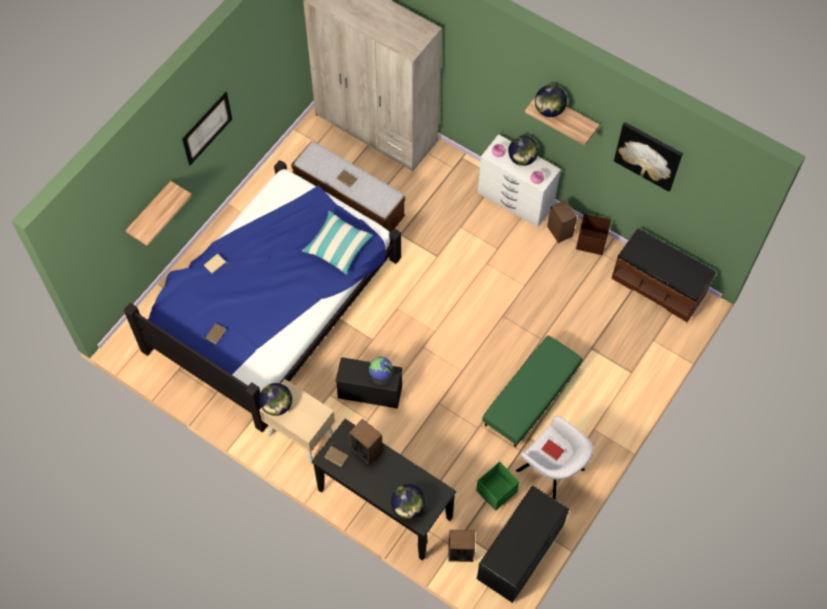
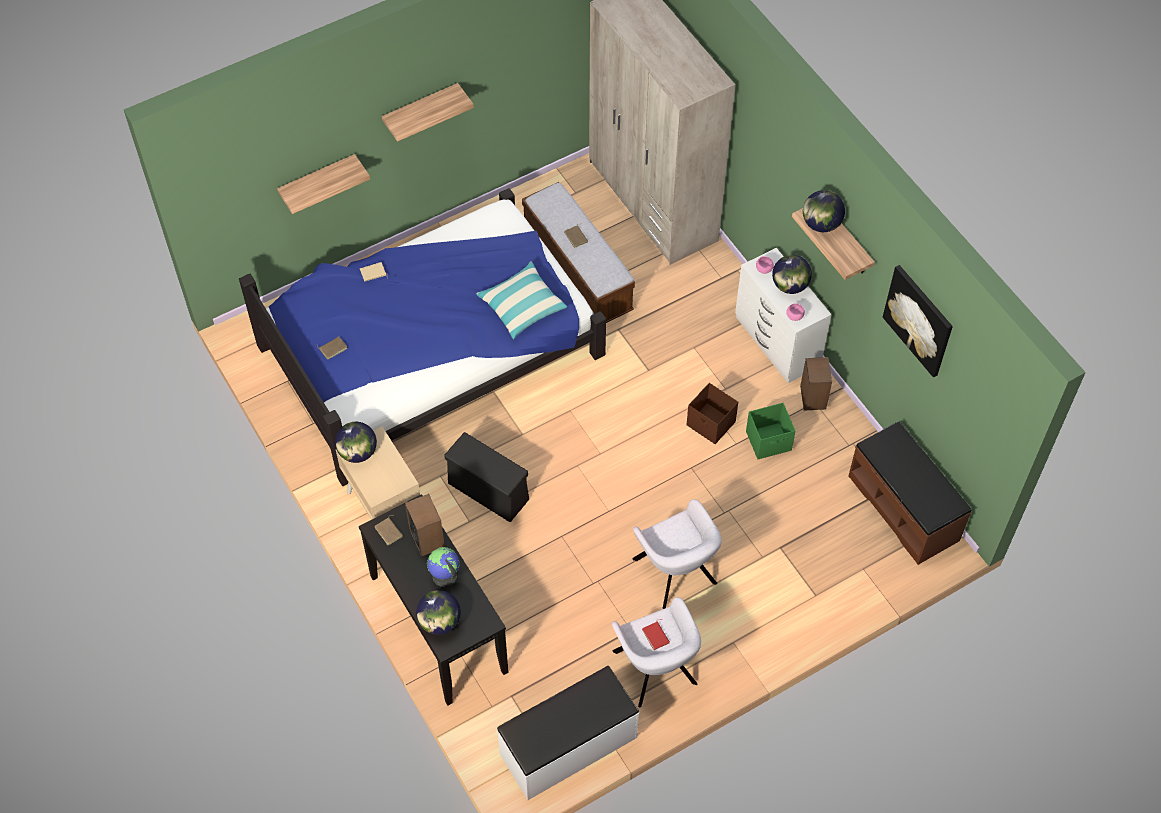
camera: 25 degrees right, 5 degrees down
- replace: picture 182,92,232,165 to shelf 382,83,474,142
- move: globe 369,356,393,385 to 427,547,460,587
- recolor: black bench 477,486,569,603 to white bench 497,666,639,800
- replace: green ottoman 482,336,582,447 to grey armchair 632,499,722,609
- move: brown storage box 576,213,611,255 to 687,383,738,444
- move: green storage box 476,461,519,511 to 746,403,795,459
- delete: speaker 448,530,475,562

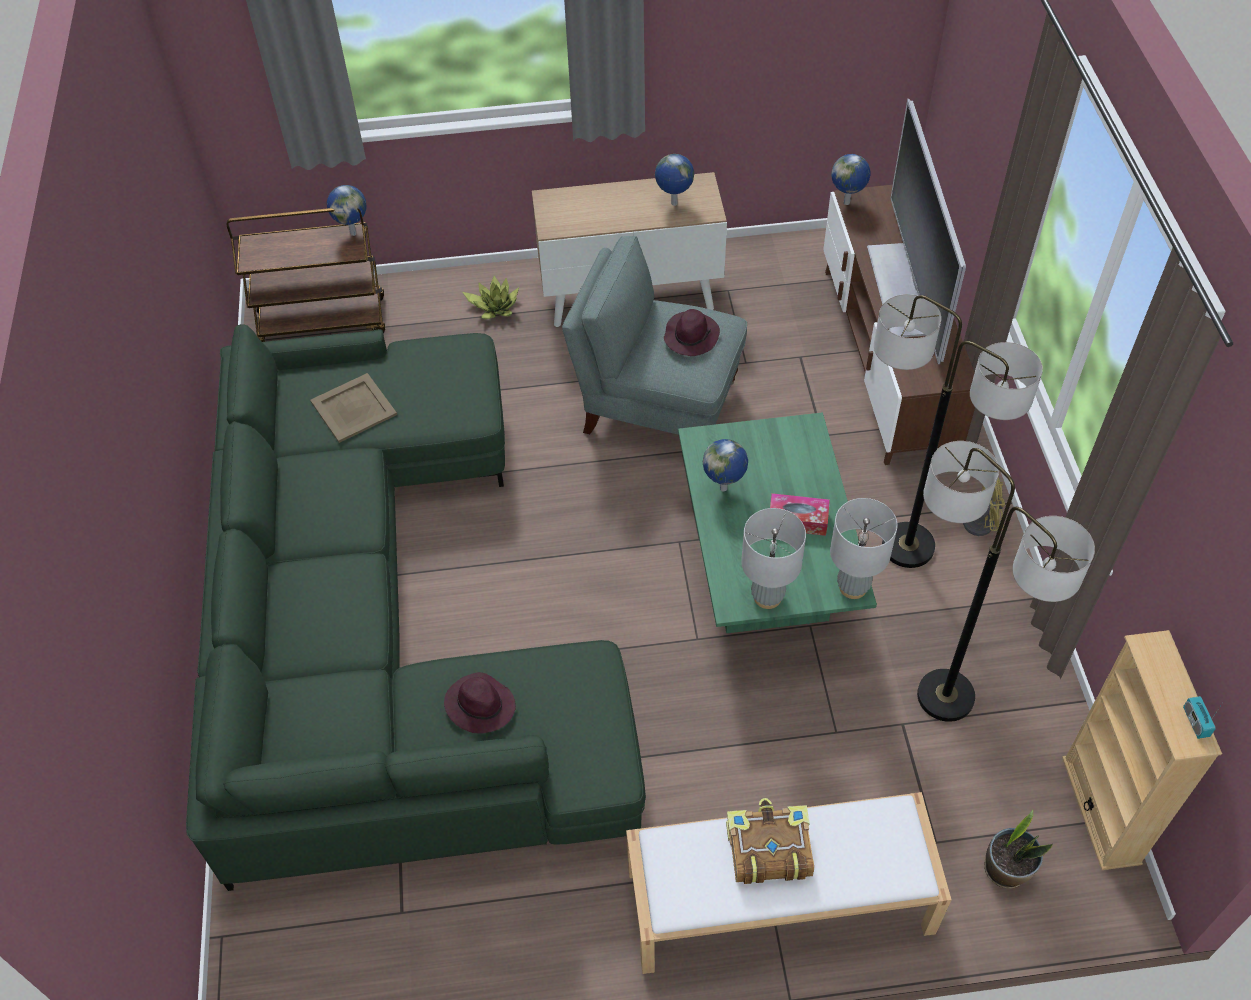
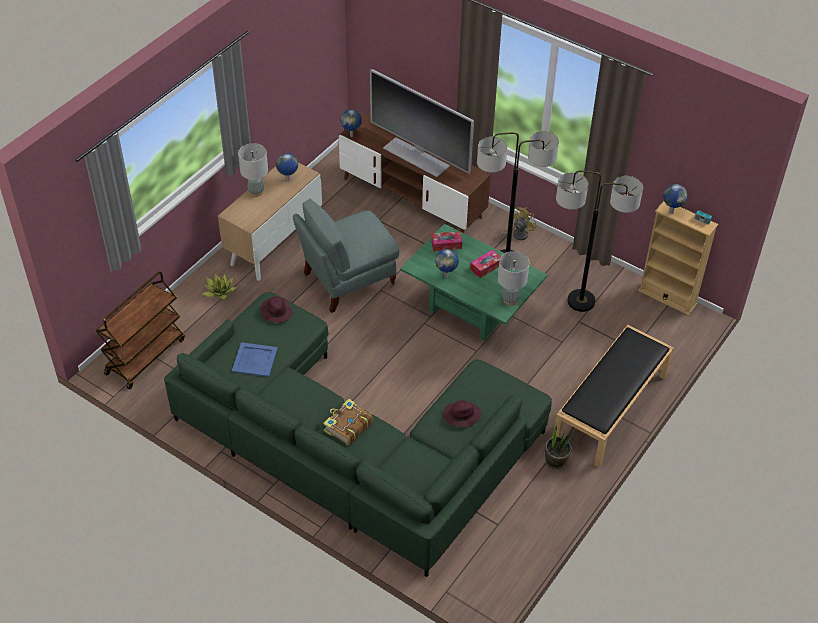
camera: 50 degrees left, 5 degrees down
- recolor: beige tray 310,373,397,443 to blue tray 232,342,278,377
- move: grey table lamp 830,498,898,599 to 238,143,268,197
- move: purple hat 664,309,720,356 to 260,296,292,323
- move: book 726,798,814,884 to 323,399,373,445
- insert: tissue box 431,231,462,251
- move: potted plant 984,810,1053,889 to 545,423,573,469
- recolor: white bench 626,792,952,974 to black bench 555,325,674,467
- move: globe 327,185,367,236 to 663,184,687,214

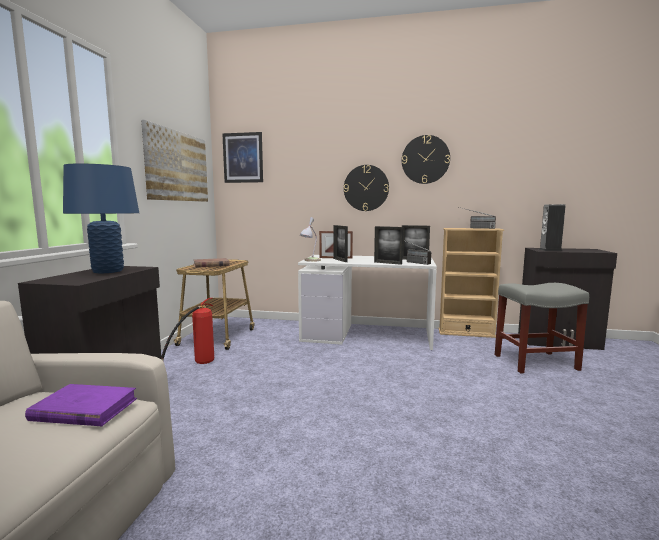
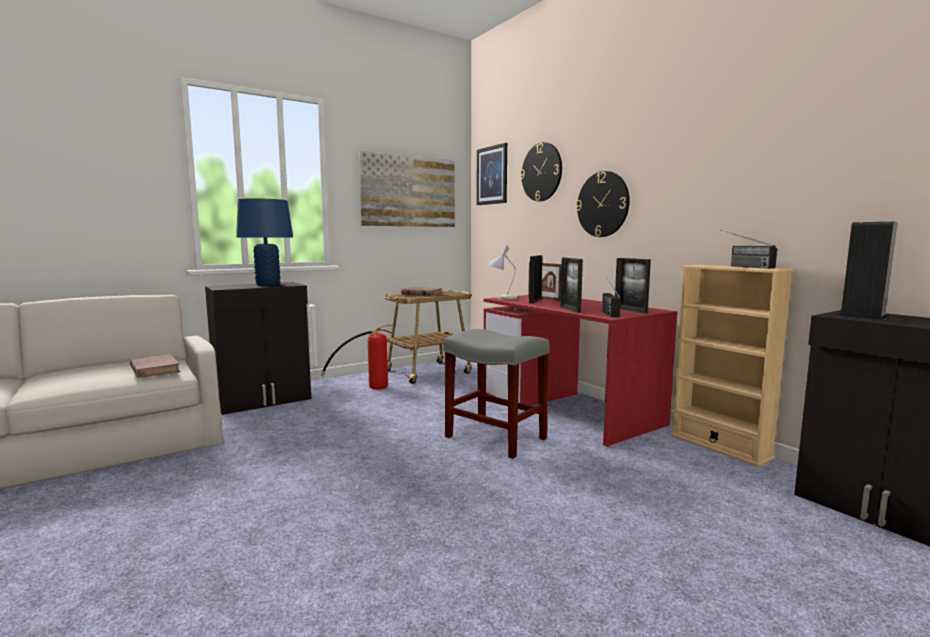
camera: 45 degrees right, 0 degrees up
- recolor: purple book 25,384,137,426 to brown book 130,354,181,378
- move: grey stool 495,283,589,373 to 444,329,550,459
- recolor: white desk 298,255,437,350 to red desk 484,295,677,447
- move: wall clock 402,135,450,184 to 520,142,562,201

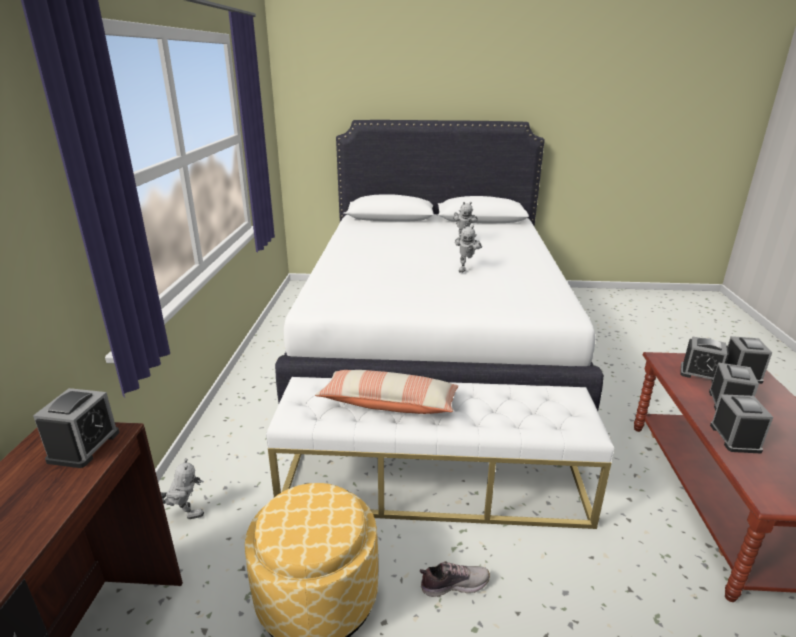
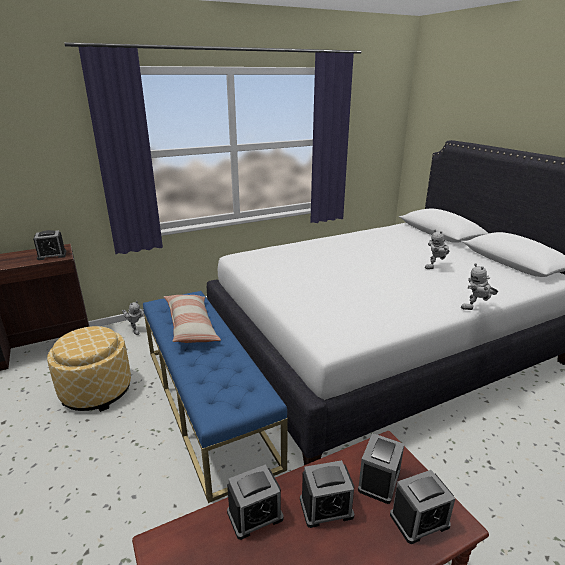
camera: 60 degrees right, 0 degrees up
- recolor: white bench 266,377,614,529 to blue bench 143,291,288,503
- rotate: alarm clock 680,336,729,382 = 358,433,404,504 150 degrees counterclockwise
- move: toy robot 455,225,482,273 to 461,263,498,310
- delete: shoe 420,561,490,597

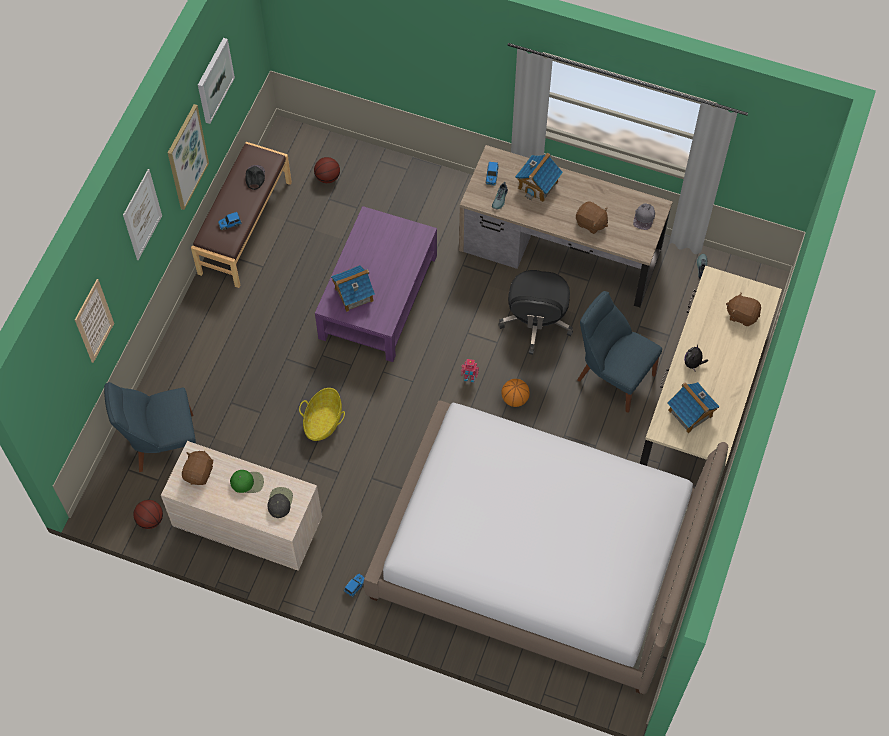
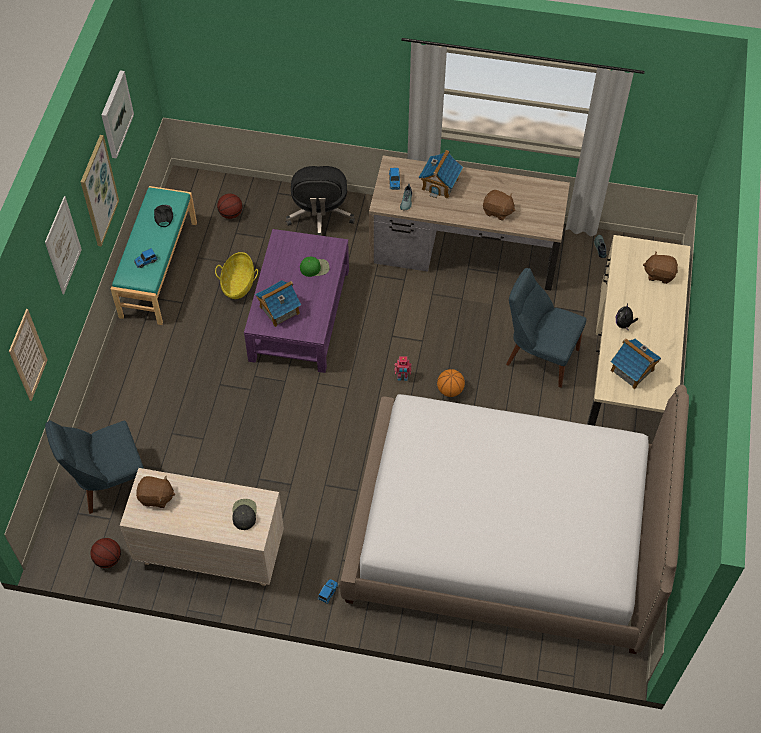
camera: 10 degrees left, 5 degrees down
- recolor: brown bench 191,142,292,288 to turquoise bench 111,186,197,325
- rotate: brown plush toy 182,451,213,485 = 136,475,175,508 90 degrees clockwise
- move: basket 299,388,345,441 to 215,252,258,299
- move: black office chair 498,270,573,355 to 286,166,355,236
- move: green cap 230,470,264,493 to 300,256,330,277
- delete: grey cap 633,203,655,230

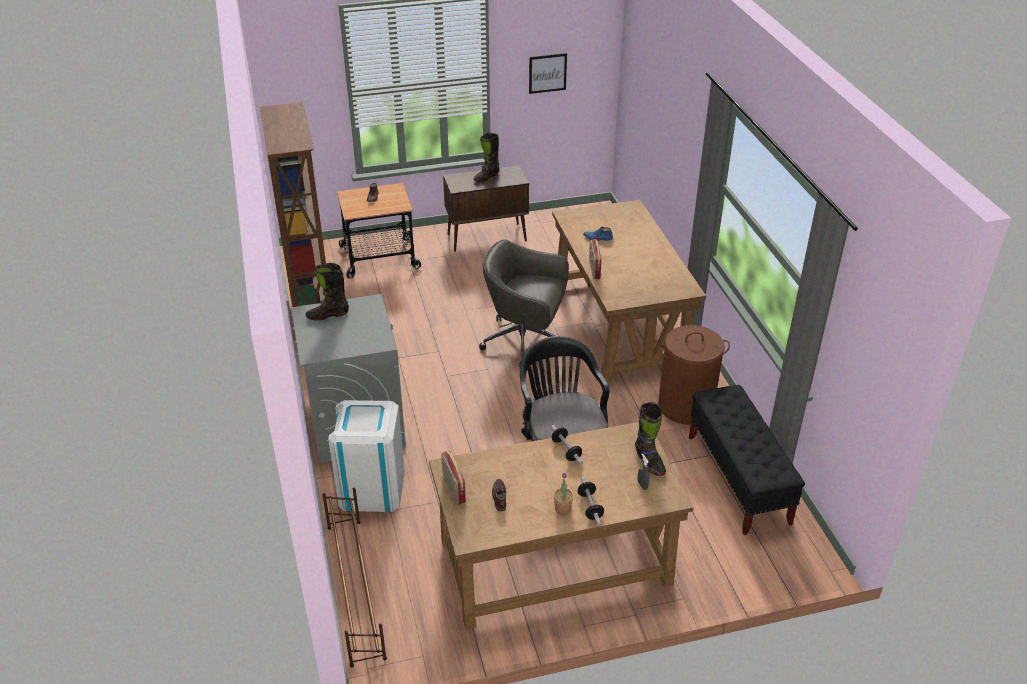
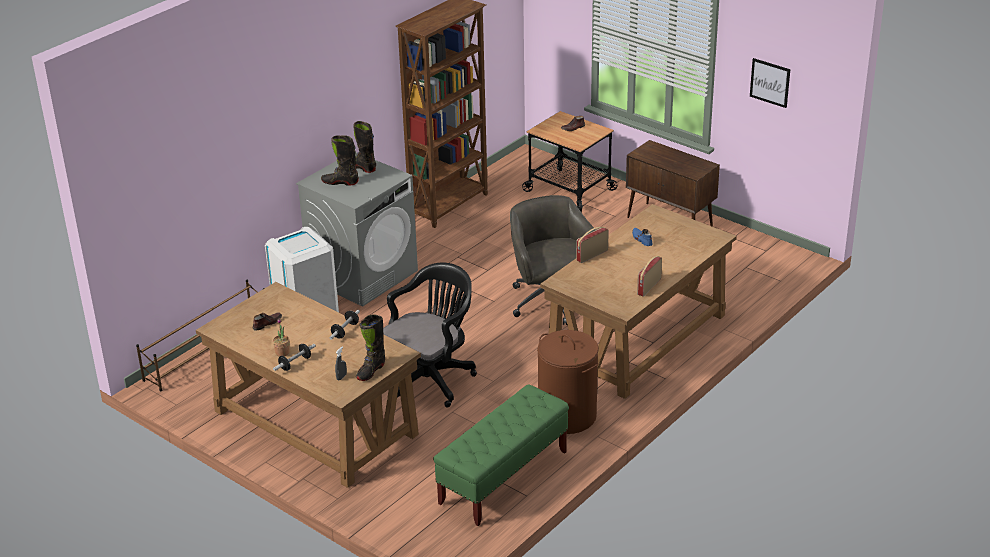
camera: 55 degrees right, 5 degrees down
- move: black boot 473,133,499,183 to 321,135,359,186
- recolor: black bench 689,385,805,535 to green bench 433,384,569,526
- move: radio 441,450,466,504 to 637,256,662,297

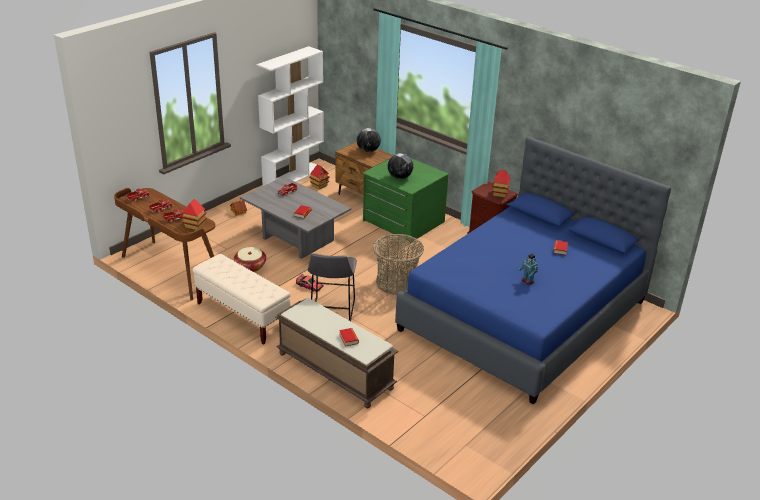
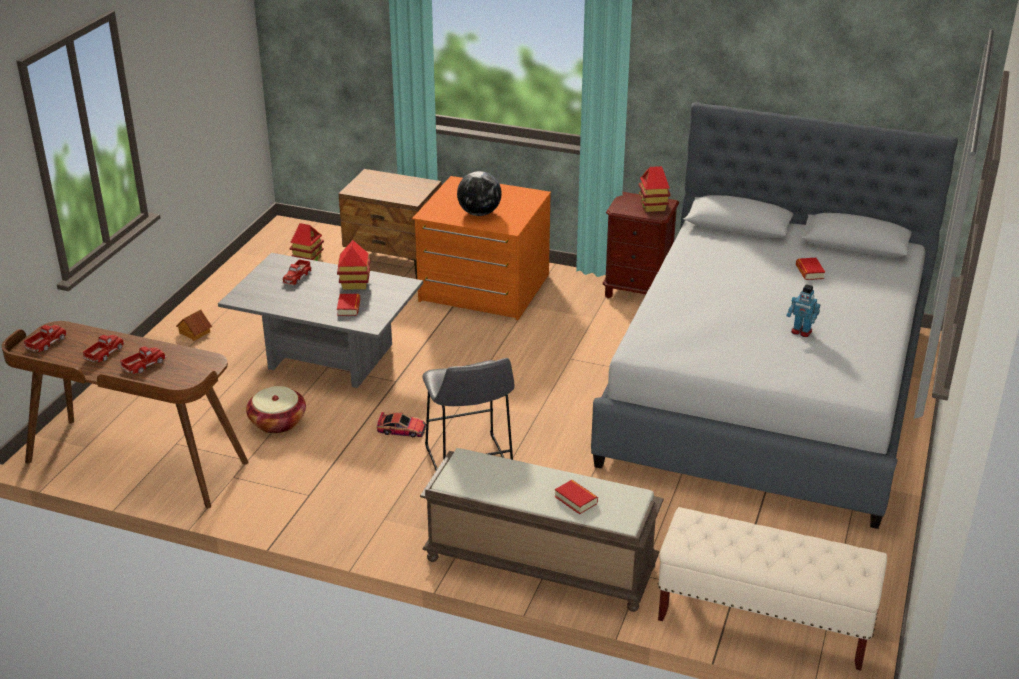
camera: 20 degrees left, 0 degrees up
- move: toy house 181,199,207,230 to 337,240,370,289
- recolor: green dresser 362,159,448,242 to orange dresser 412,176,551,320
- recolor: blue bed 395,137,671,405 to grey bed 591,102,958,529
- move: beige bench 193,254,291,345 to 658,507,887,671
- delete: white bookcase 257,46,324,186
- delete: globe 357,128,381,152
- delete: basket 373,234,424,295

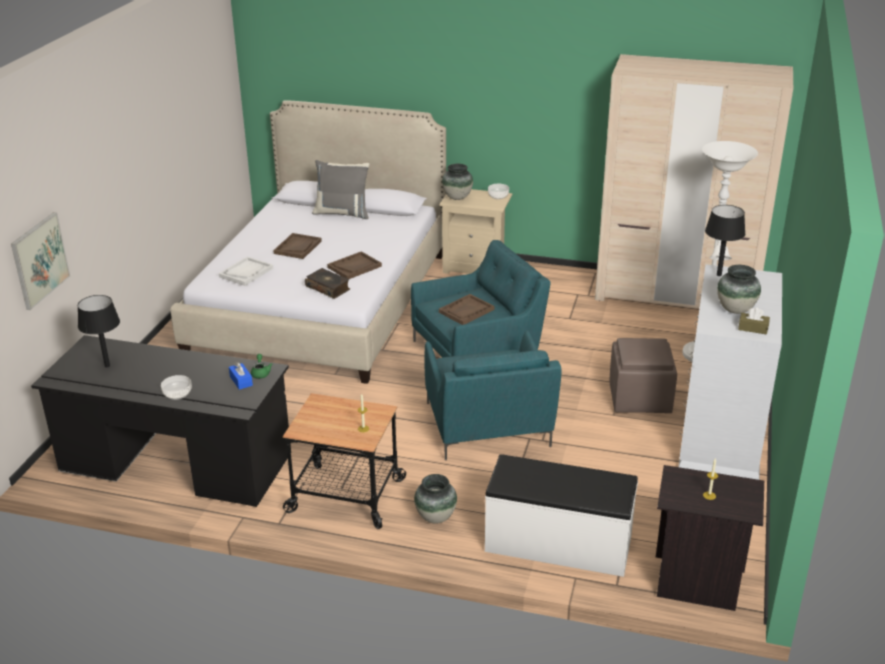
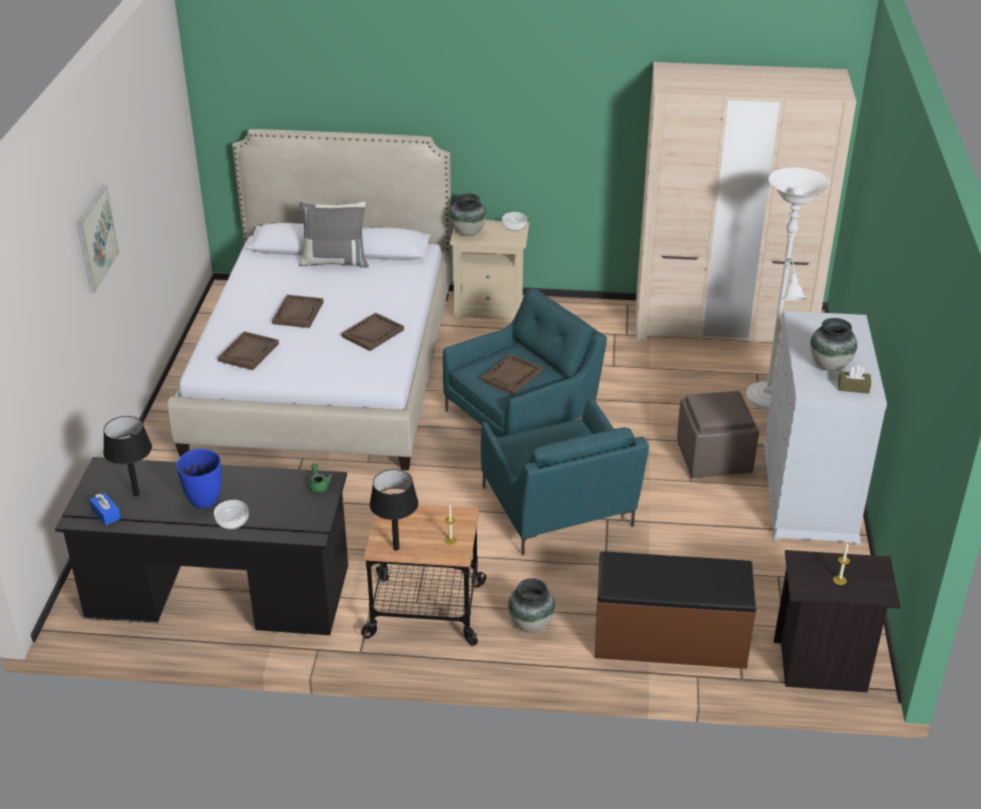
camera: 10 degrees left, 5 degrees up
- move: picture 11,212,70,310 to 77,185,119,293
- move: blue tissue box 229,362,253,390 to 90,493,121,525
- insert: blue vase 176,449,222,508
- recolor: white tray 219,257,273,286 to brown tray 218,331,279,370
- move: black table lamp 705,205,745,276 to 370,469,418,551
- recolor: white bench 485,454,638,577 to brown bench 594,551,756,669
- delete: book 305,268,350,299

